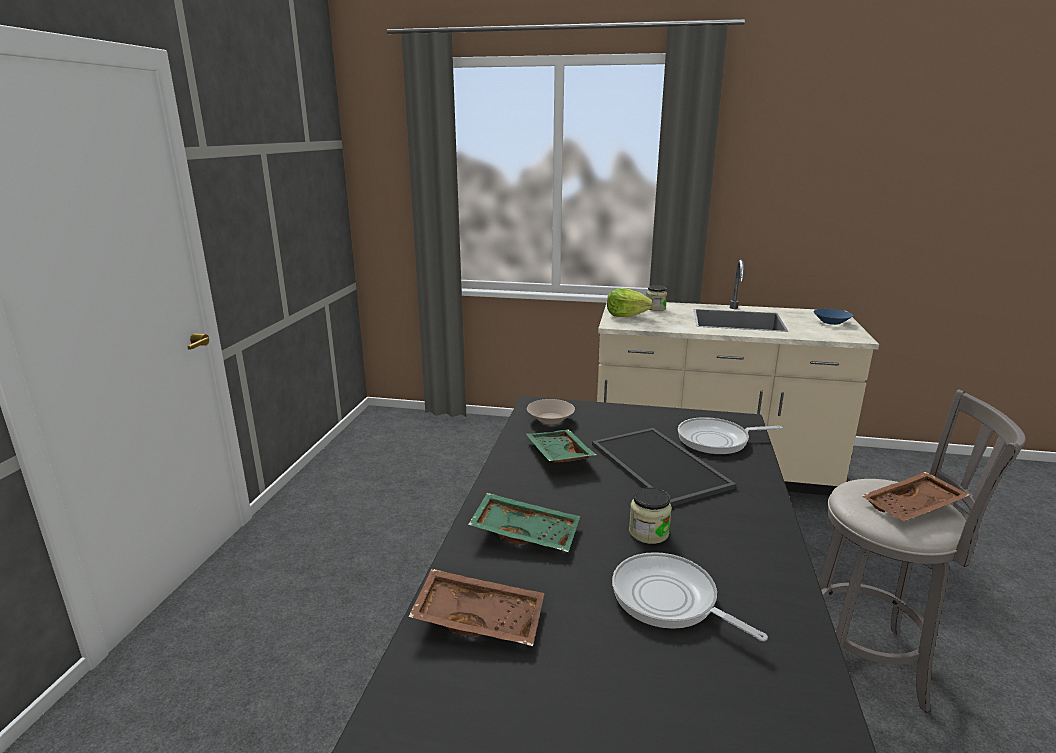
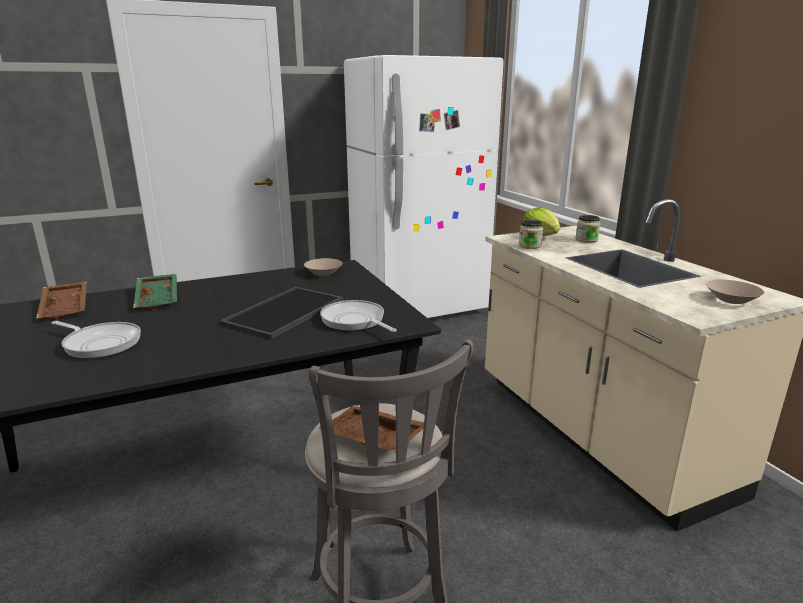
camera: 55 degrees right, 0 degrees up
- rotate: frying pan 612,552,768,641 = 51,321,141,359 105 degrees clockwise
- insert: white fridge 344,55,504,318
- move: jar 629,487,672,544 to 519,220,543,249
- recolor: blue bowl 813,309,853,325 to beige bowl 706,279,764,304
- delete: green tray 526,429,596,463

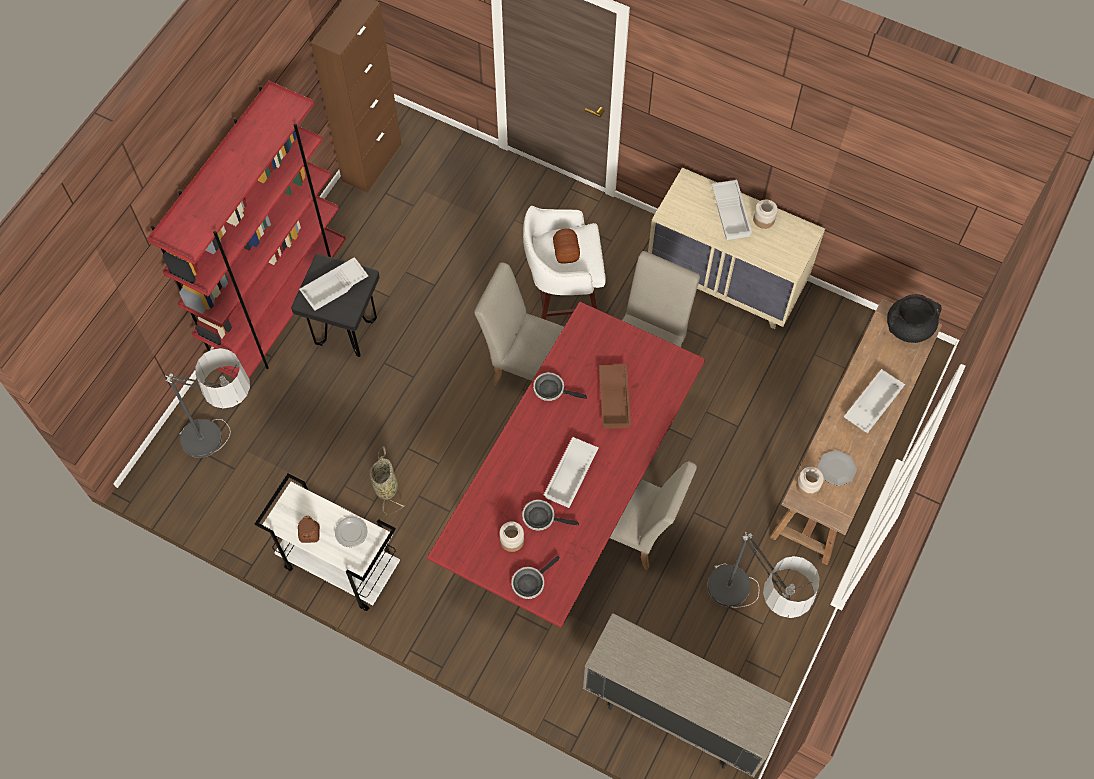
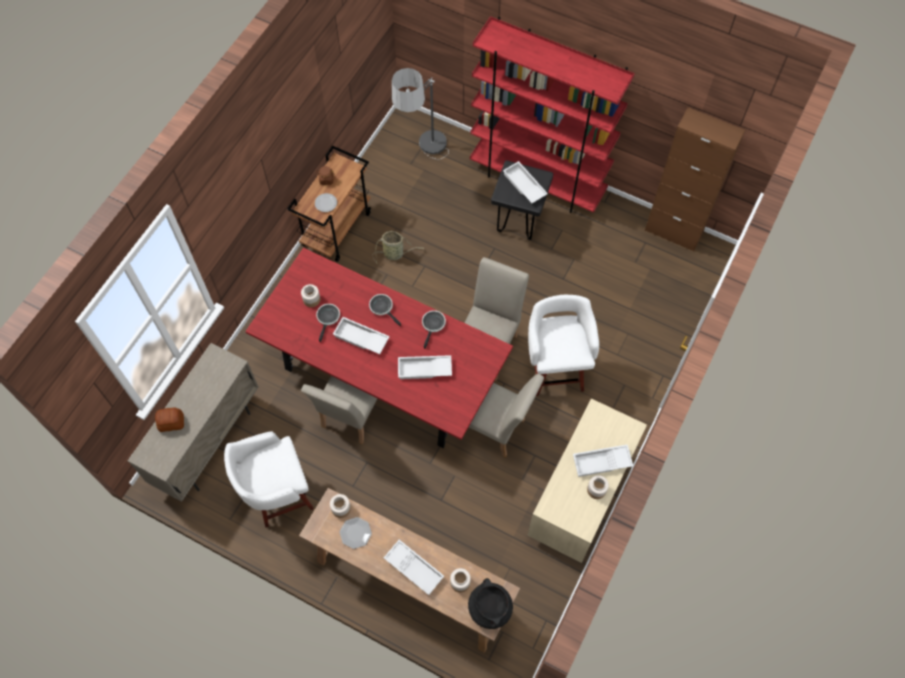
camera: 90 degrees right, 0 degrees up
- move: bread 553,228,580,264 to 155,407,184,432
- replace: floor lamp 707,532,820,618 to white stool 224,431,314,527
- recolor: white cart 255,473,400,611 to brown cart 287,146,371,262
- move: frying pan 511,556,560,599 to 369,294,401,326
- recolor: brown tray 599,364,631,429 to white tray 398,355,452,379
- insert: jar 450,568,471,592

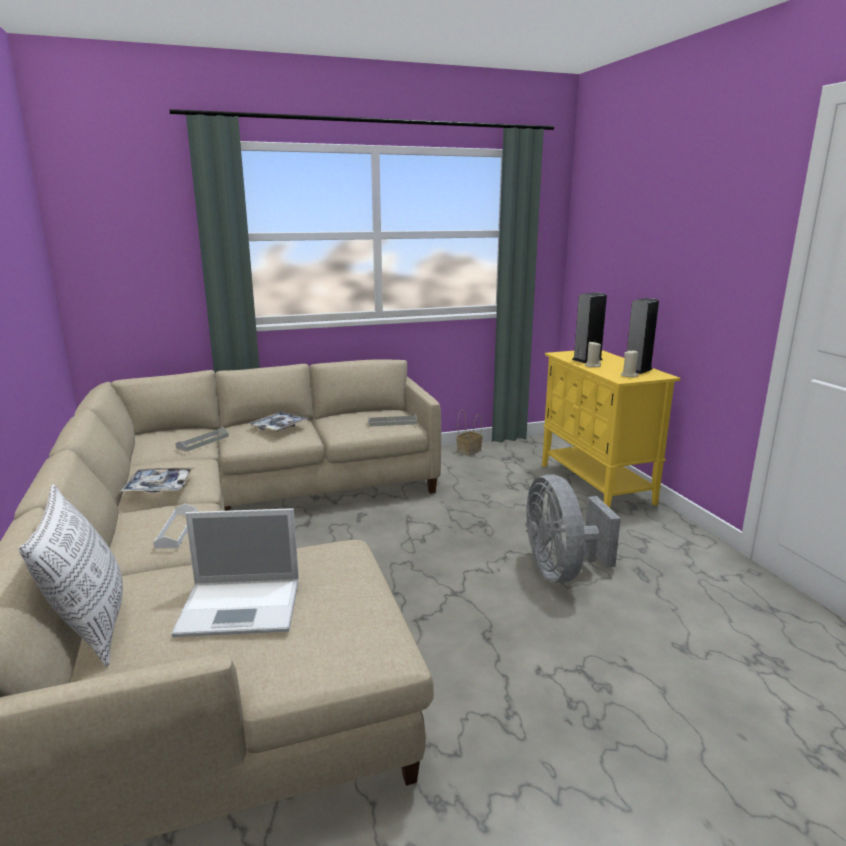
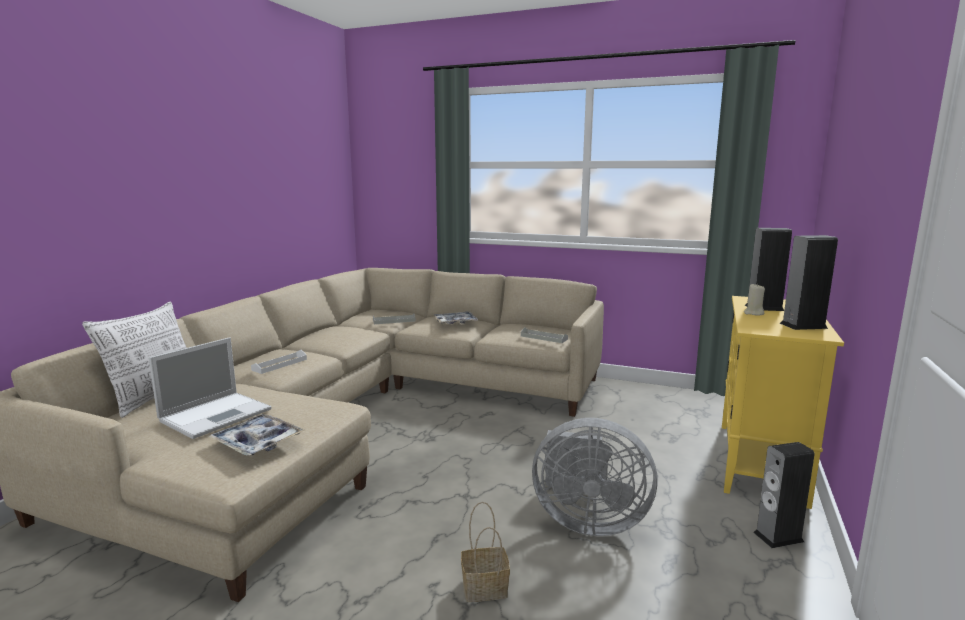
camera: 40 degrees right, 5 degrees down
- rotate: laptop 171,508,299,637 = 149,337,271,439 90 degrees counterclockwise
- move: tray 120,468,195,492 to 209,414,305,455
- move: basket 456,409,483,456 to 461,502,510,602
- rotate: grey fan 525,474,621,583 = 532,418,658,536 105 degrees counterclockwise
- insert: speaker 753,442,814,548
- delete: beige candle 621,351,639,378

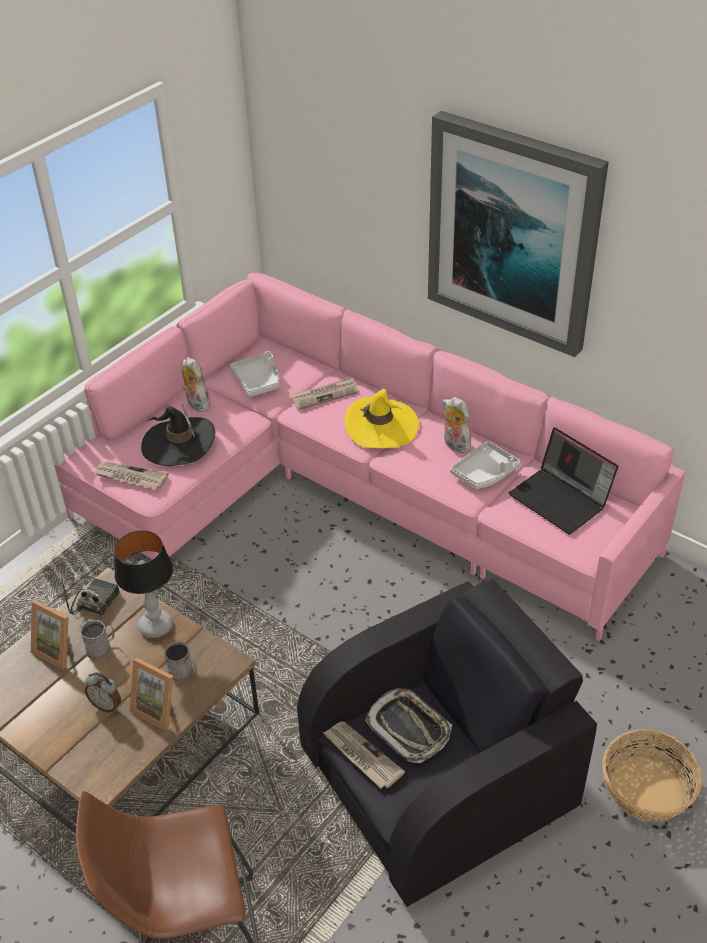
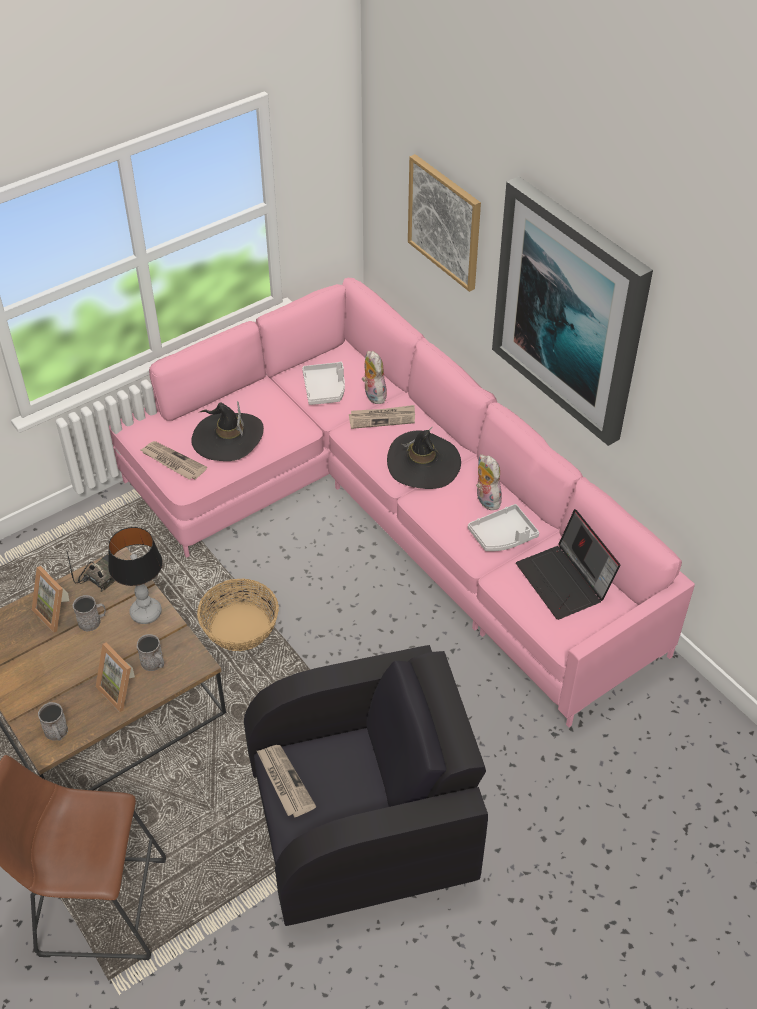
camera: 15 degrees right, 5 degrees up
- insert: grey mug 38,702,68,741
- move: basket 602,729,702,821 to 197,578,279,651
- move: plush toy 182,357,211,412 to 362,351,387,404
- recolor: yellow hat 345,388,419,448 to black hat 387,427,461,489
- insert: picture 408,154,481,292
- delete: alarm clock 85,672,121,712
- delete: tray 365,688,452,763

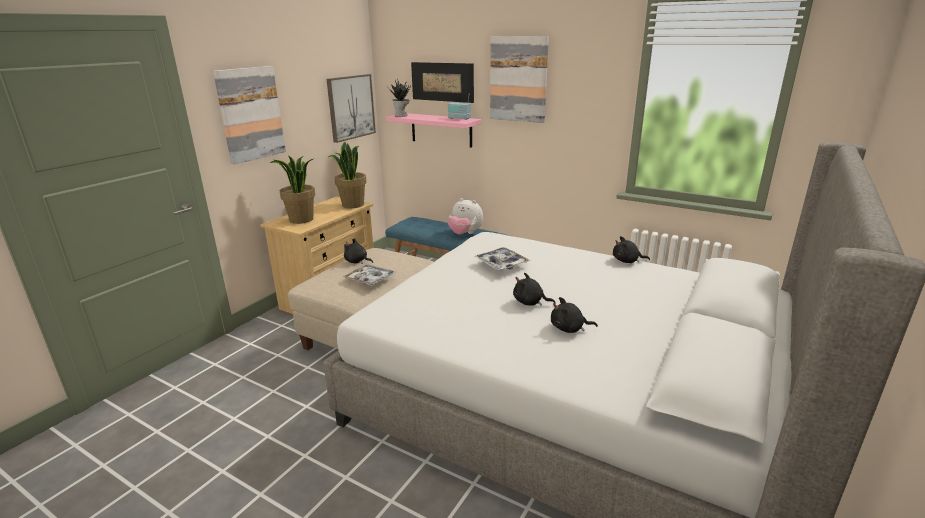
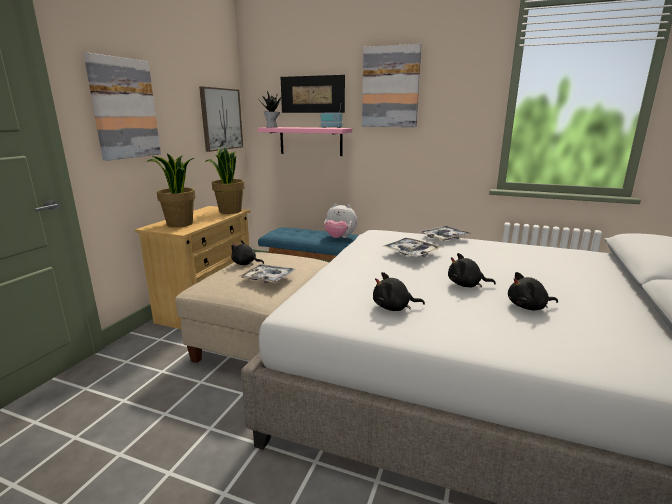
camera: 10 degrees left, 5 degrees down
- move: black plush toy 613,236,650,263 to 373,272,425,311
- insert: tray 420,226,471,241

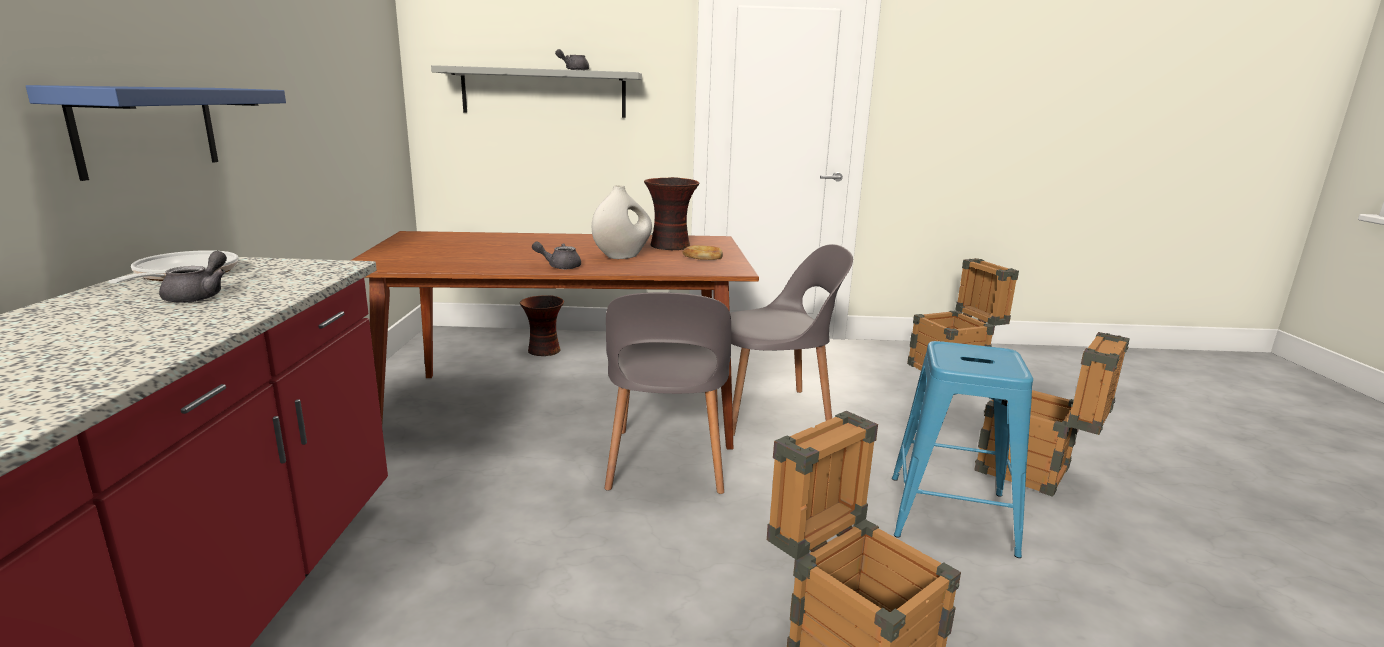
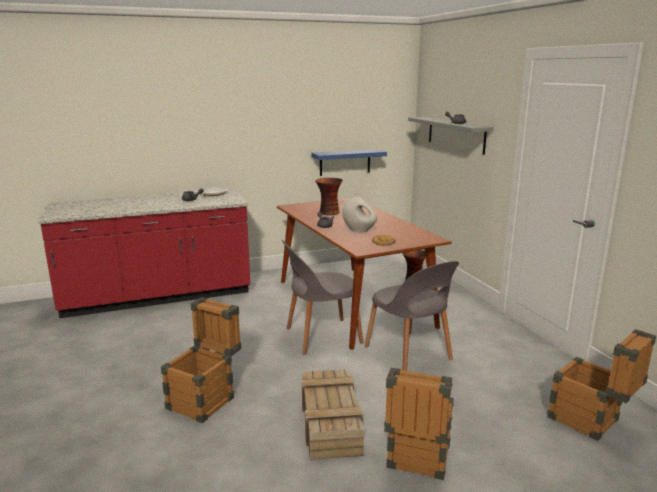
camera: 70 degrees right, 0 degrees up
- replace: blue stool 892,341,1033,558 to crate 302,369,364,460
- move: blue shelf 26,85,286,181 to 311,149,387,176
- move: vase 644,177,699,250 to 315,178,343,215

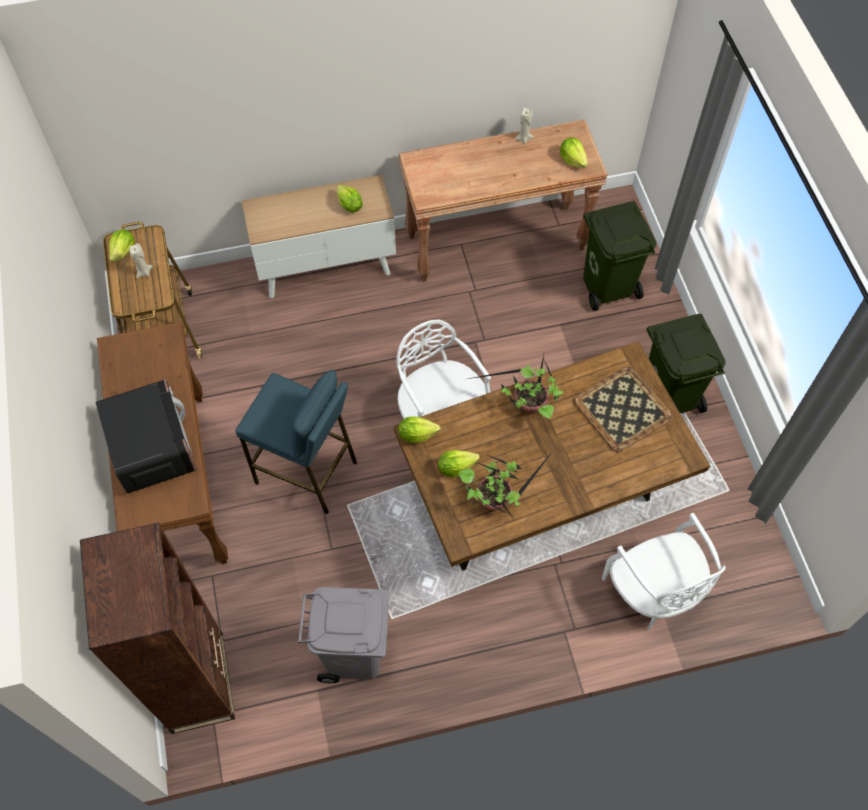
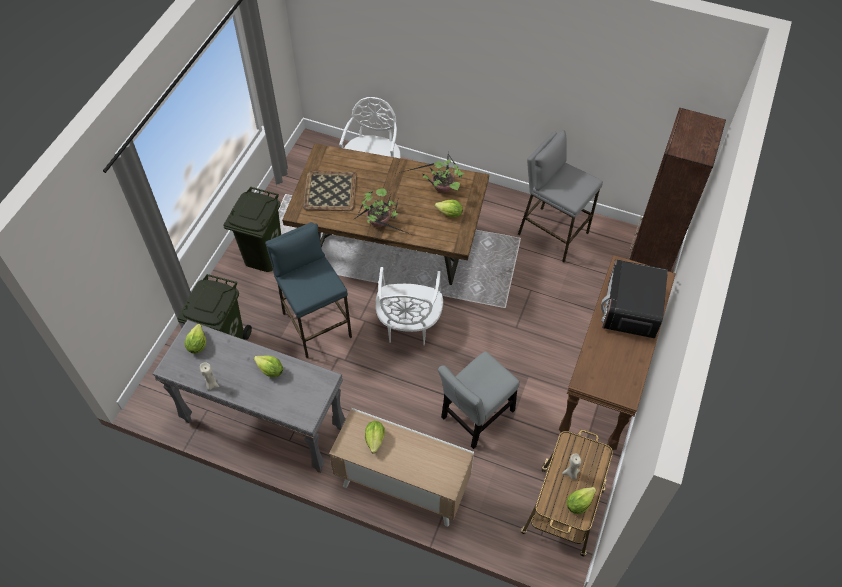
camera: 145 degrees left, 5 degrees down
- recolor: brown console table 399,119,608,282 to grey console table 153,320,346,473
- move: lettuce 398,416,441,443 to 254,356,283,377
- move: blue stool 235,370,357,514 to 265,222,352,358
- insert: grey chair 438,351,520,449
- replace: grey trash can 298,587,390,683 to grey stool 518,130,603,262

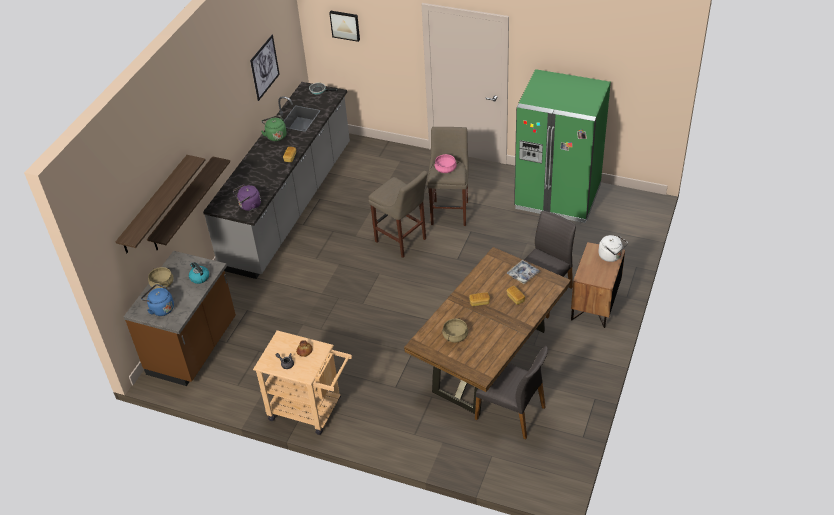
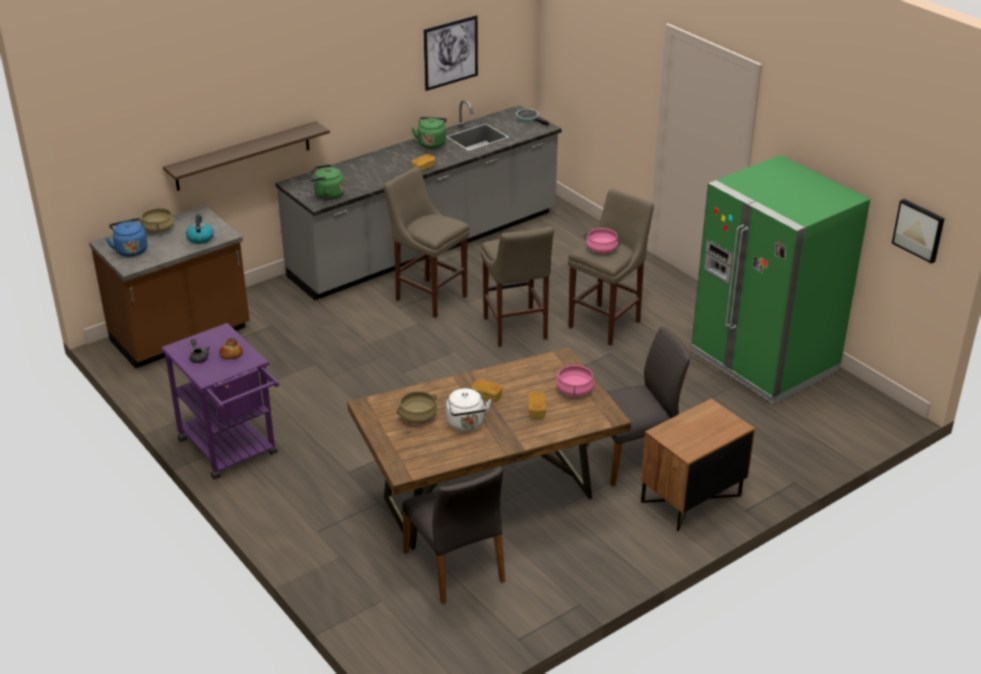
camera: 30 degrees right, 10 degrees down
- recolor: beige cart 253,330,352,435 to purple cart 161,323,279,479
- recolor: purple kettle 233,184,261,211 to green kettle 309,164,345,200
- insert: beige stool 384,167,470,318
- move: white kettle 598,235,628,262 to 446,388,492,431
- replace: tray 507,260,540,284 to pink cooking pot 556,365,594,396
- move: picture 329,11,360,42 to 892,199,945,264
- delete: shelf 115,155,206,253

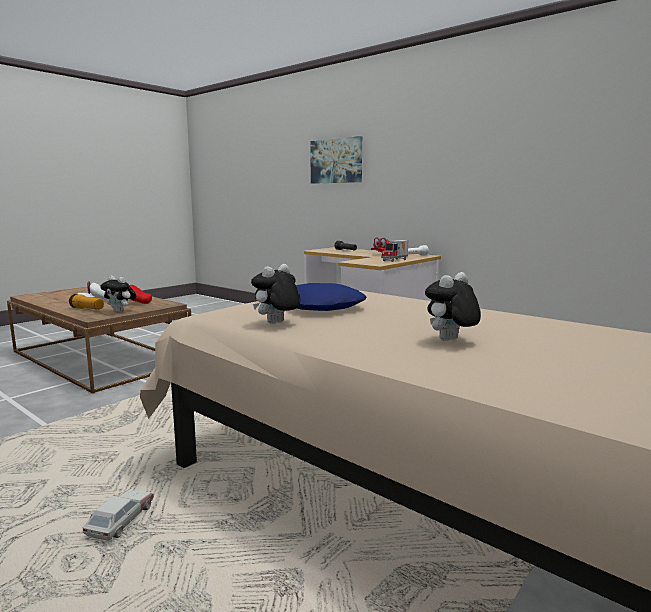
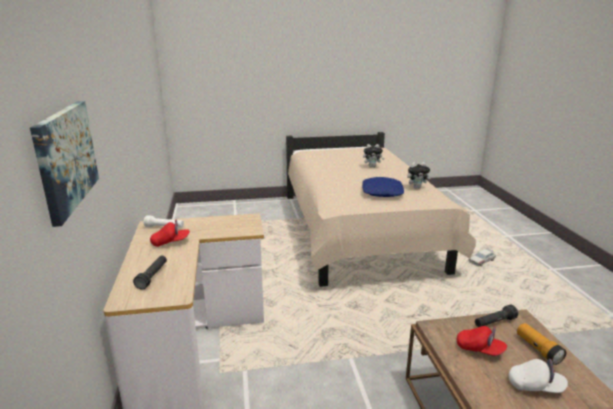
camera: 140 degrees left, 10 degrees up
- replace: plush toy 100,276,136,313 to black flashlight 475,305,518,327
- delete: toy truck 381,240,409,262

